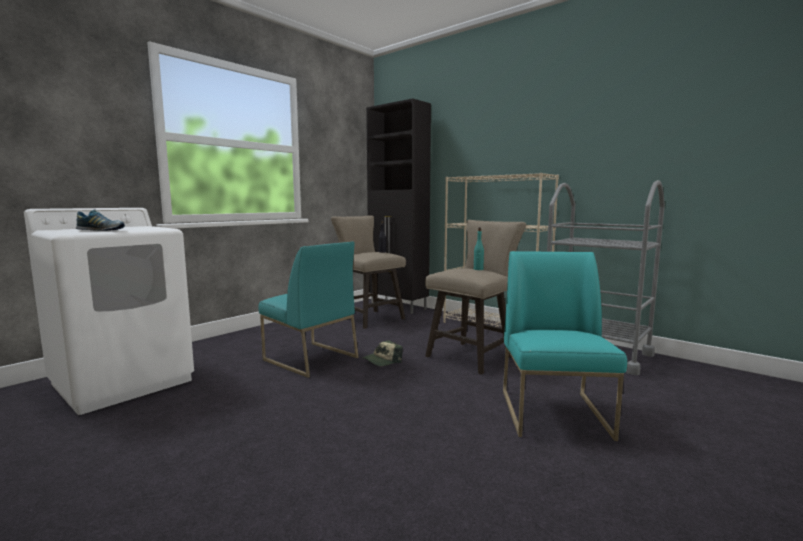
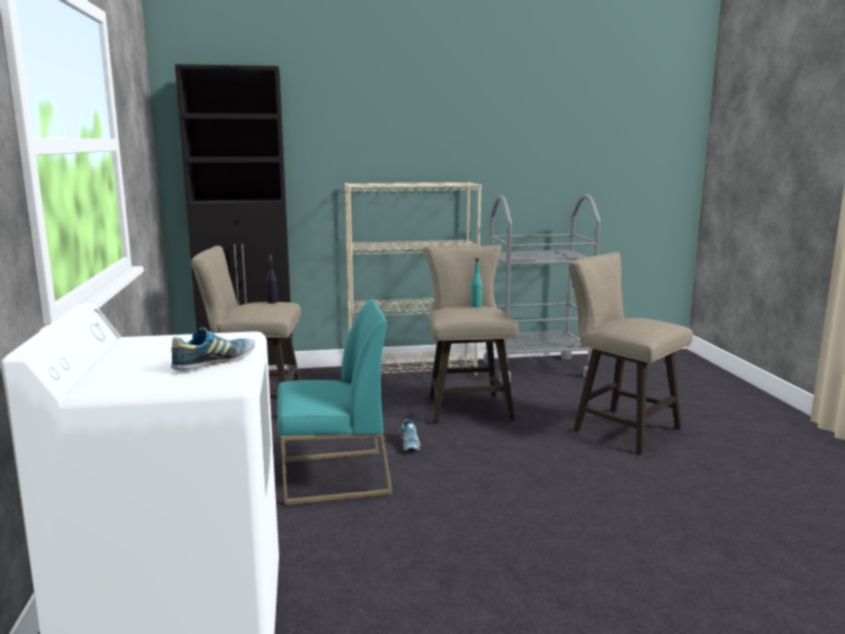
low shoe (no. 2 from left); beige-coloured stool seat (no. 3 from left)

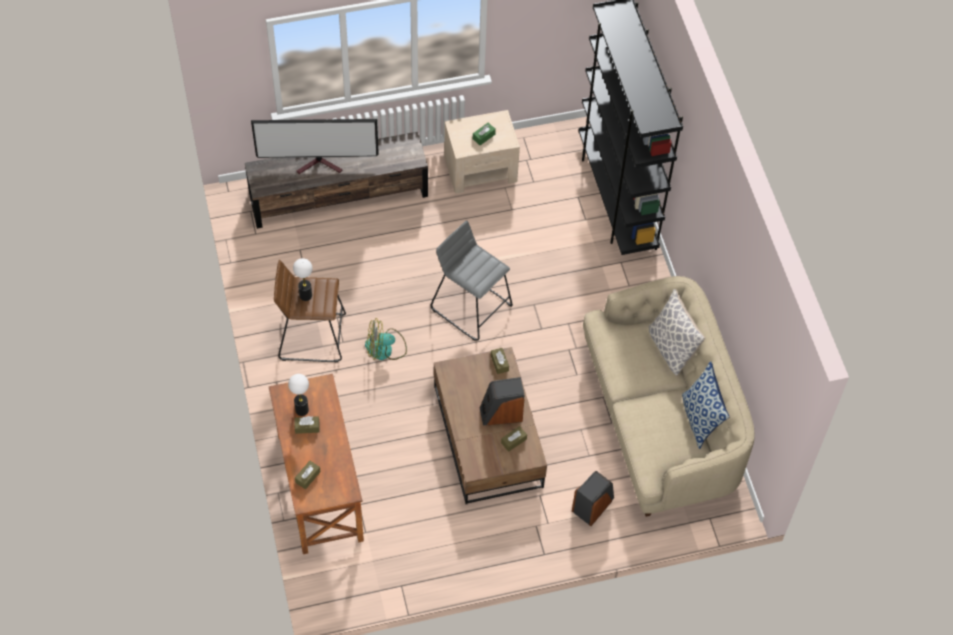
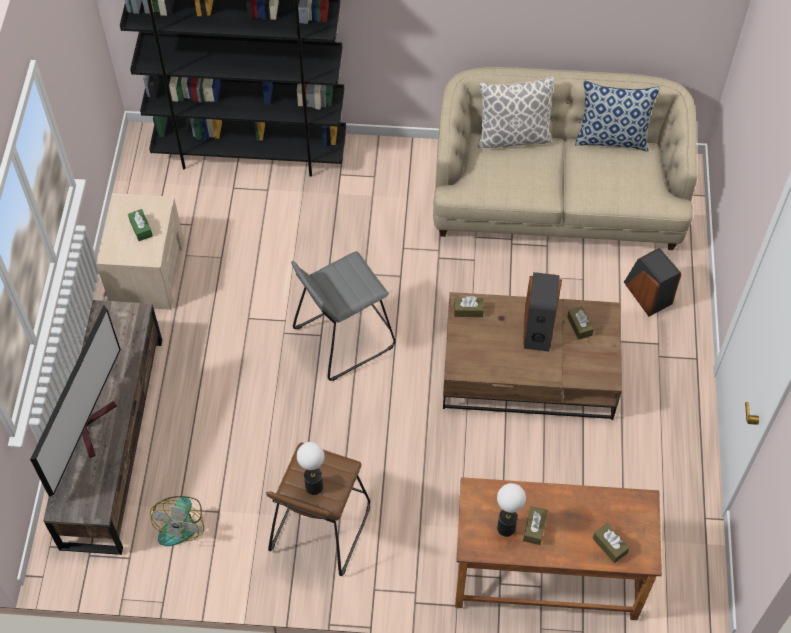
cooling fan

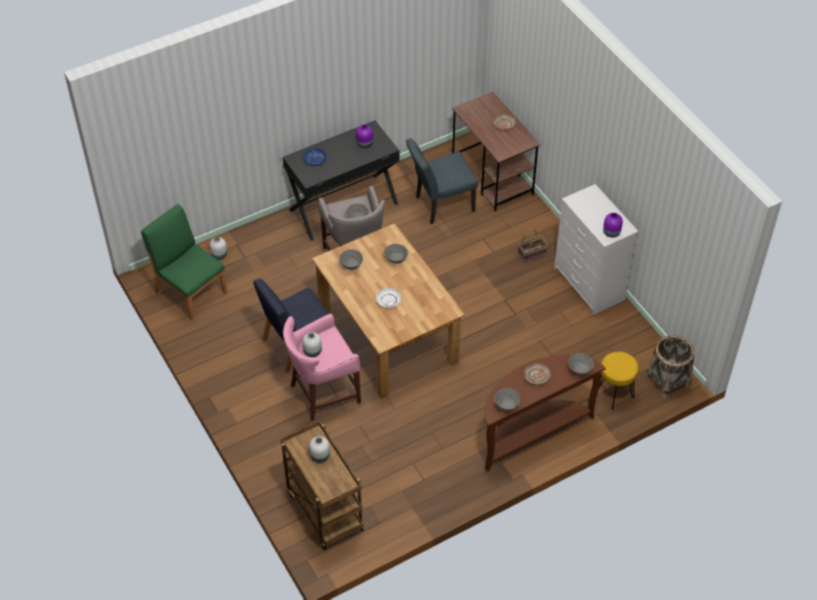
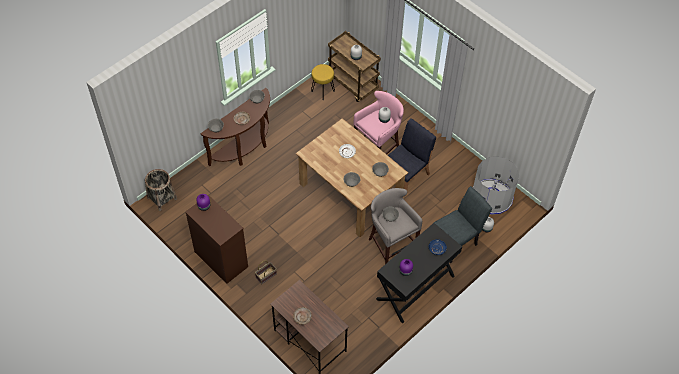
brown dresser; yellow stool seat; greyish plain chair; greyish rubbish bin

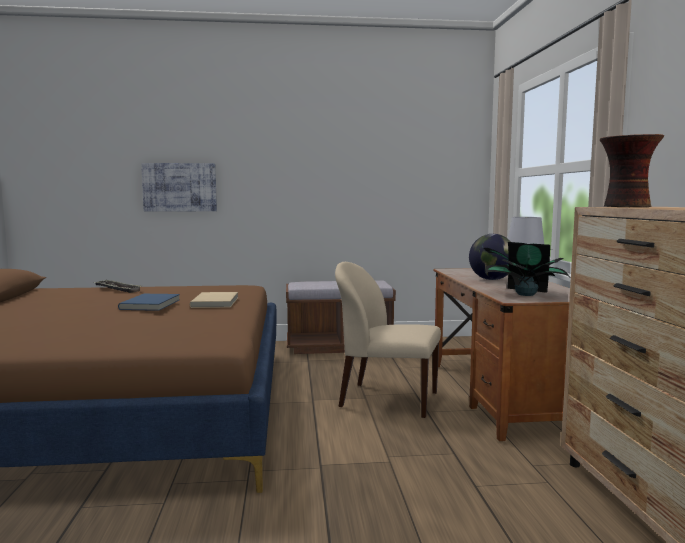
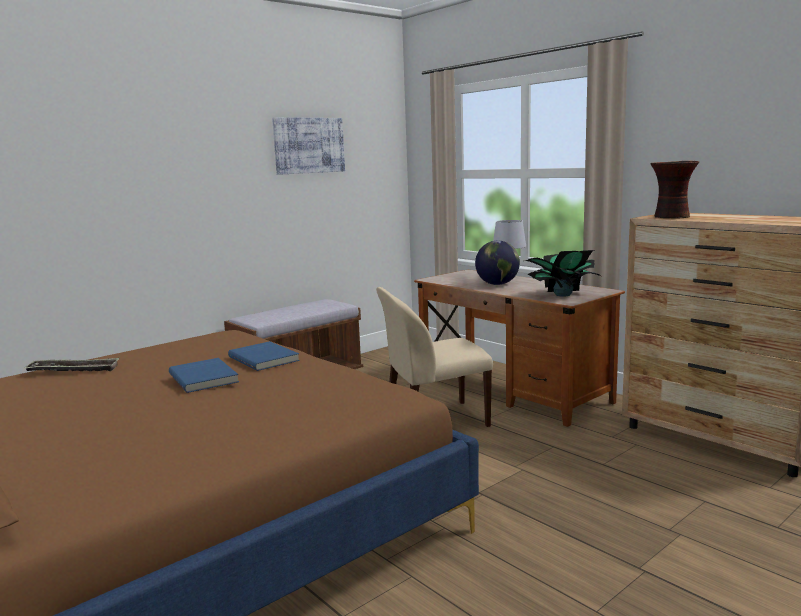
blue-coloured volume (no. 2 from left); picture

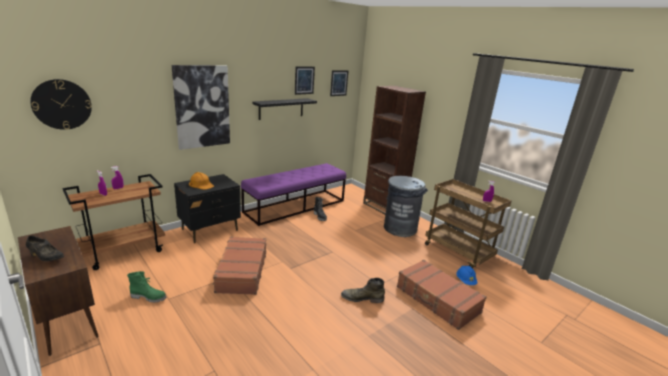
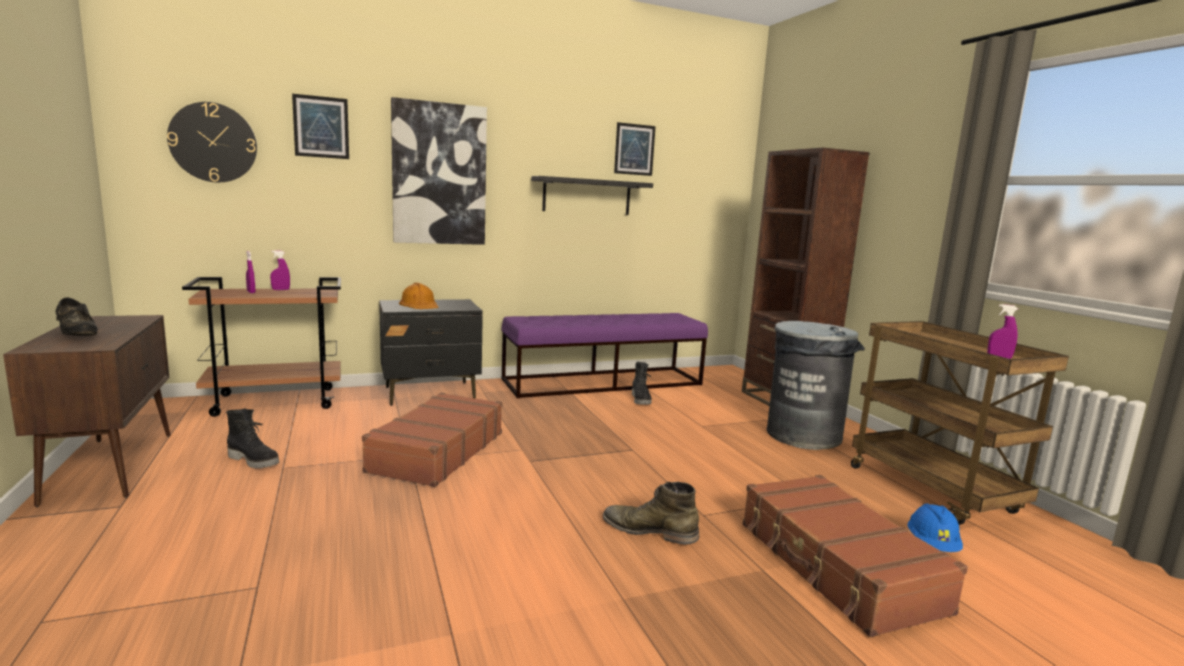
blackish high-top boot (no. 1 from left); picture (no. 1 from left)

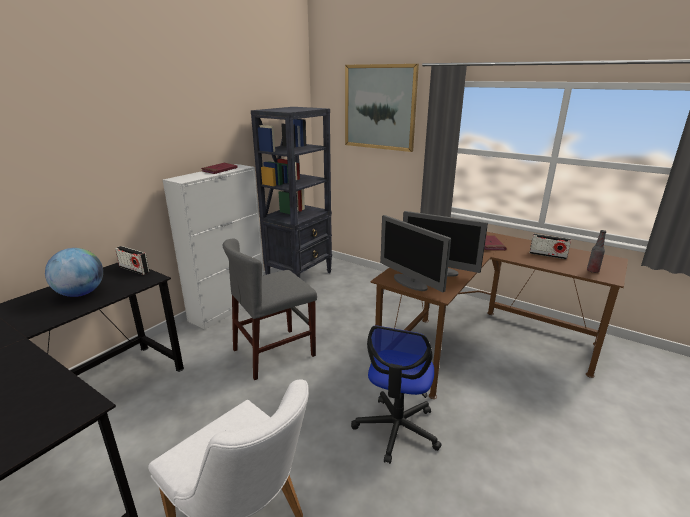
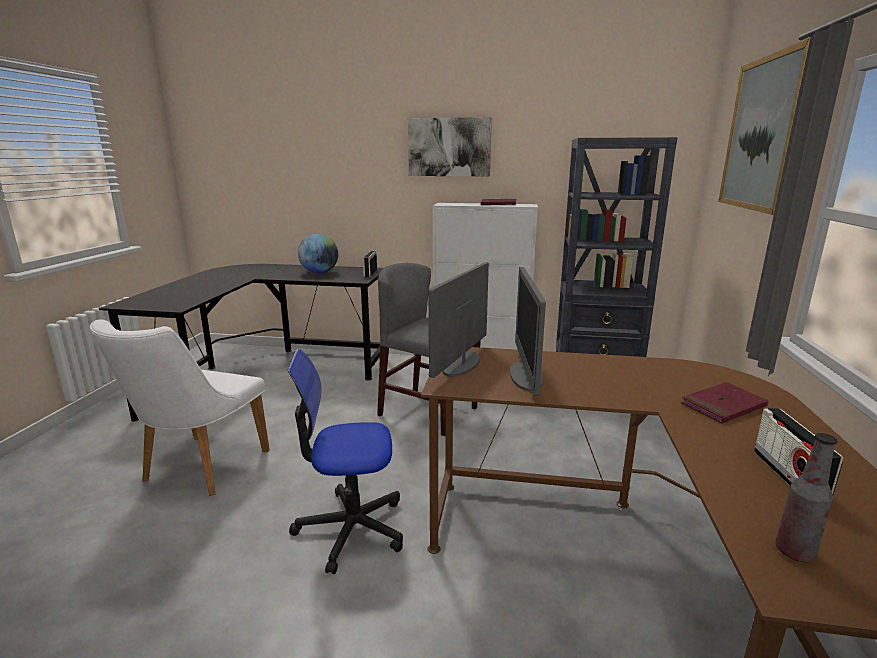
picture (no. 1 from left)

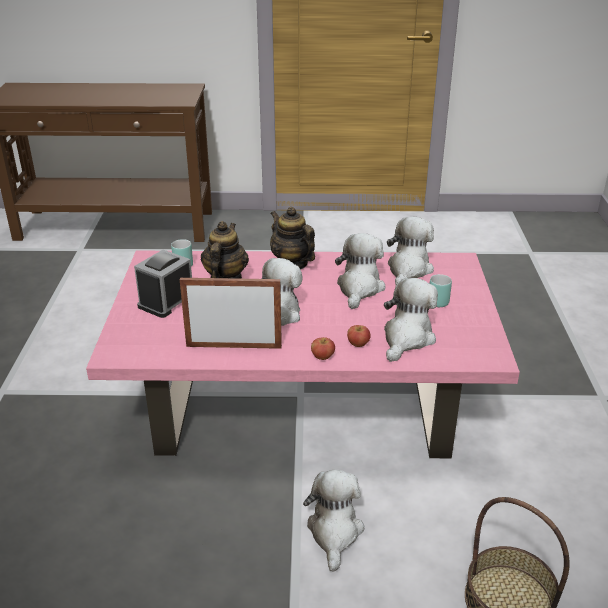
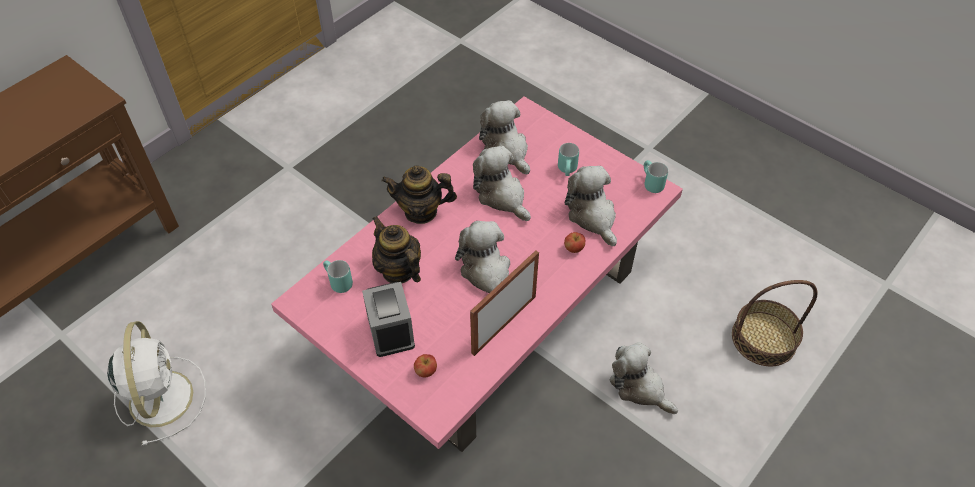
white cooling fan; apple (no. 1 from left); turquoise coffee mug (no. 3 from left)

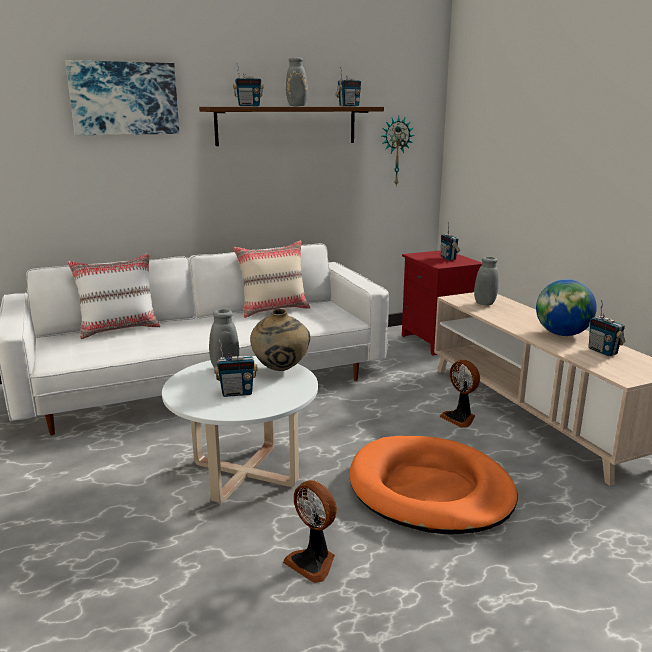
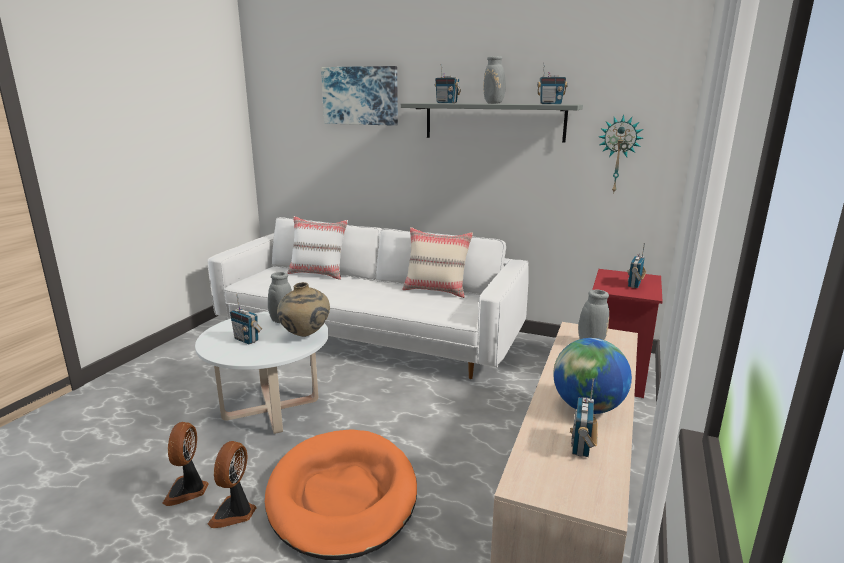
cooling fan (no. 2 from left); greyish bracket shelf

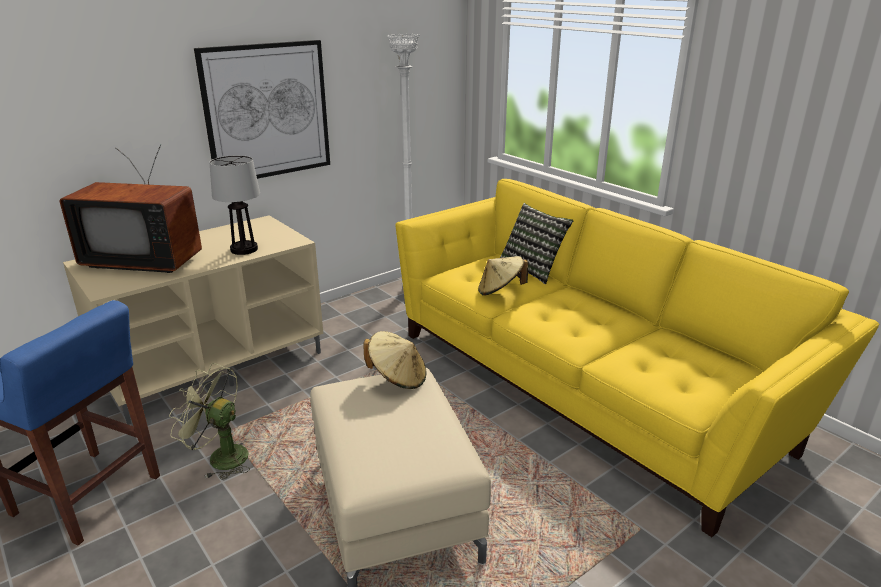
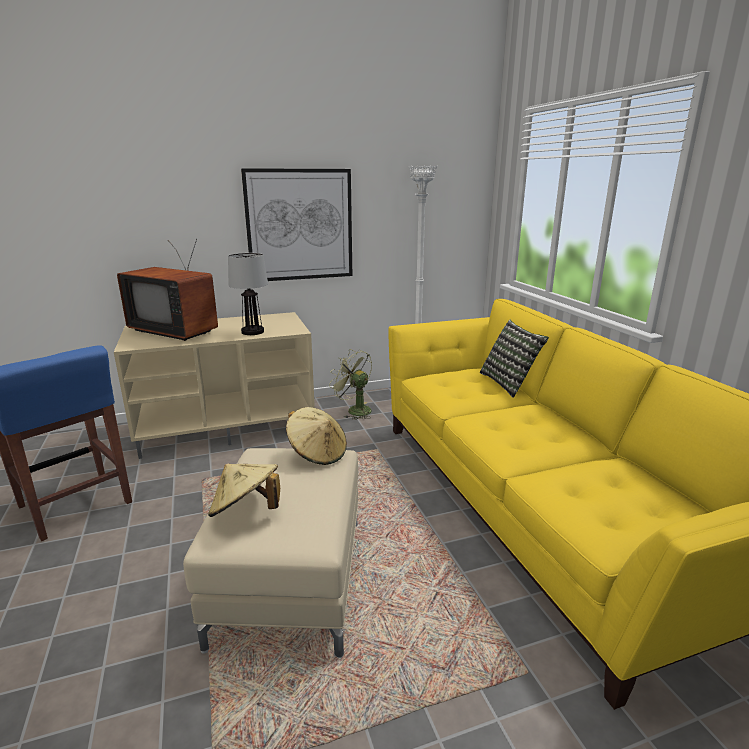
beige-coloured clothing hat (no. 1 from left); green-coloured cooling fan

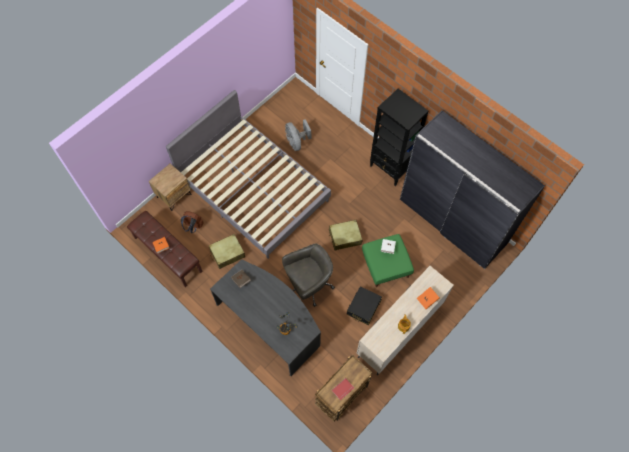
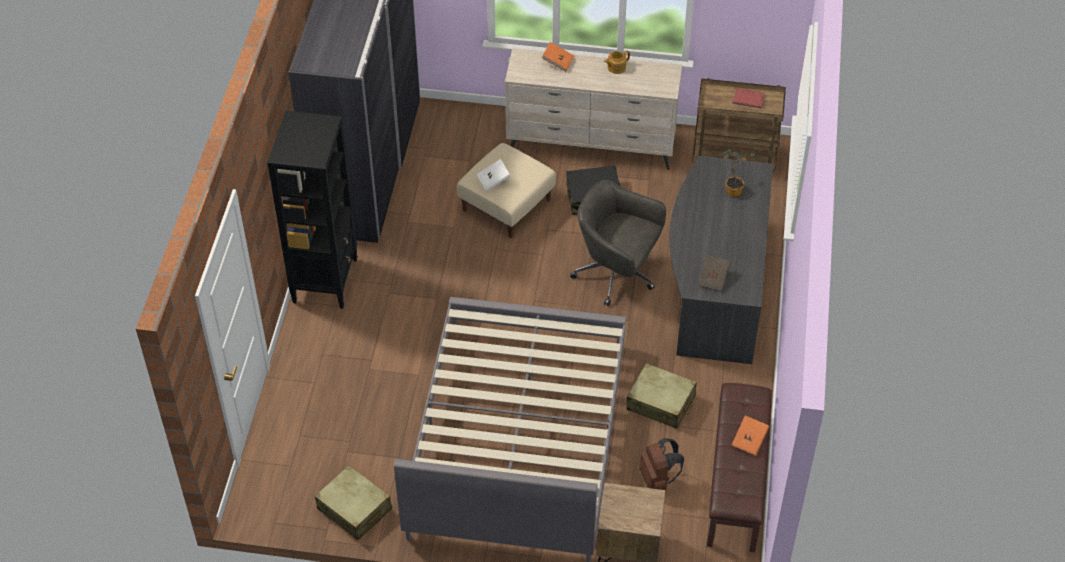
beige-coloured suitcase (no. 1 from left); beige-coloured pouffe; greyish cooling fan

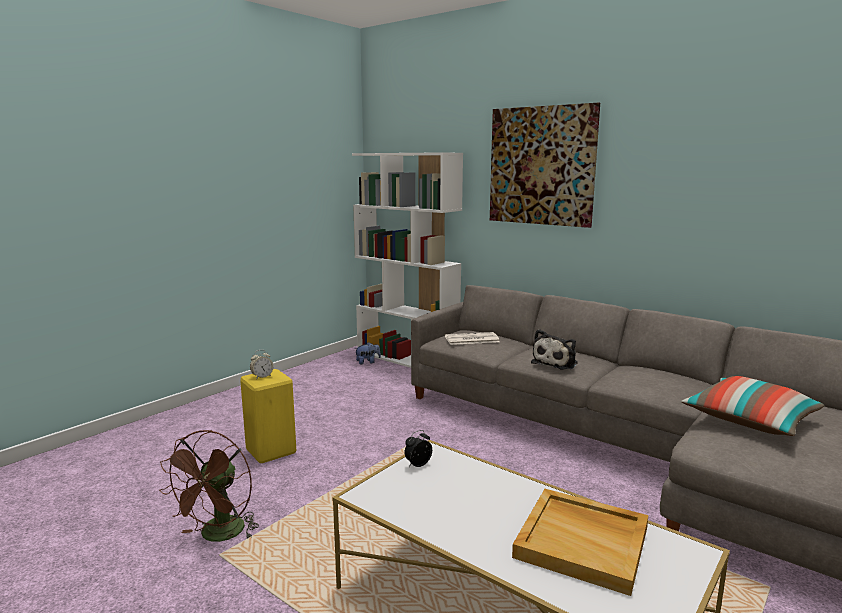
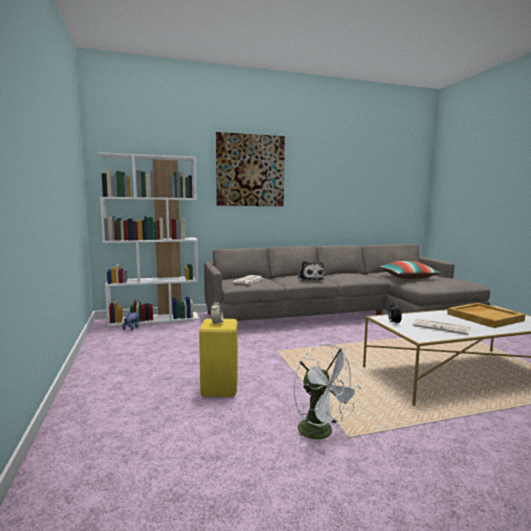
white cooling fan; printed paper (no. 2 from left)

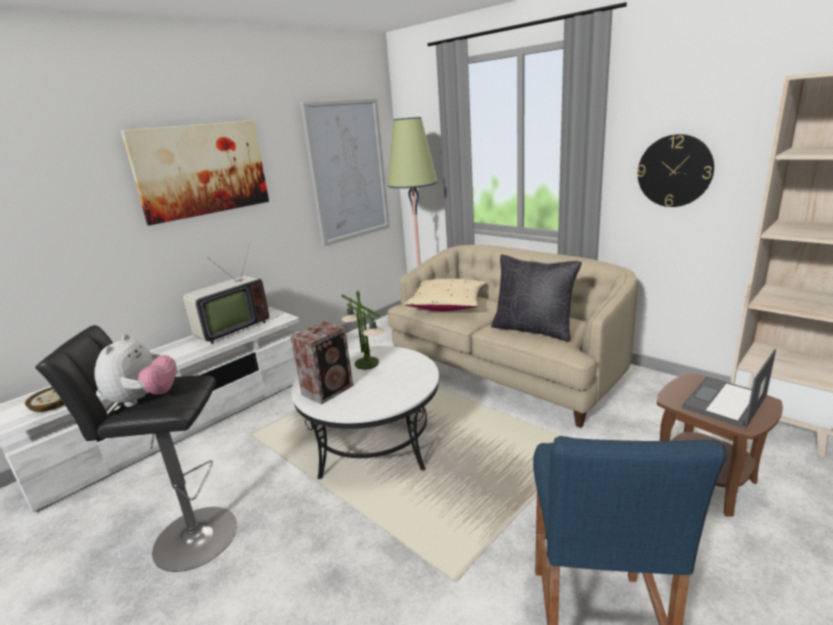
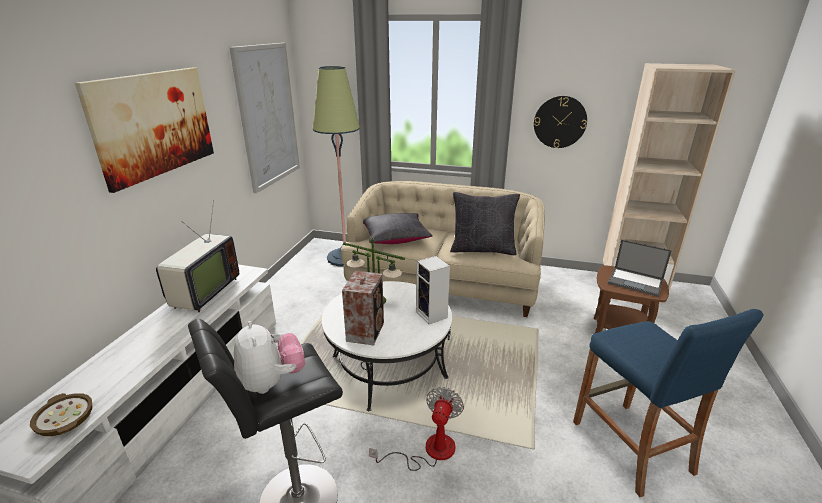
blackish pillow (no. 1 from left); cooling fan; speaker (no. 2 from left); portable computer

